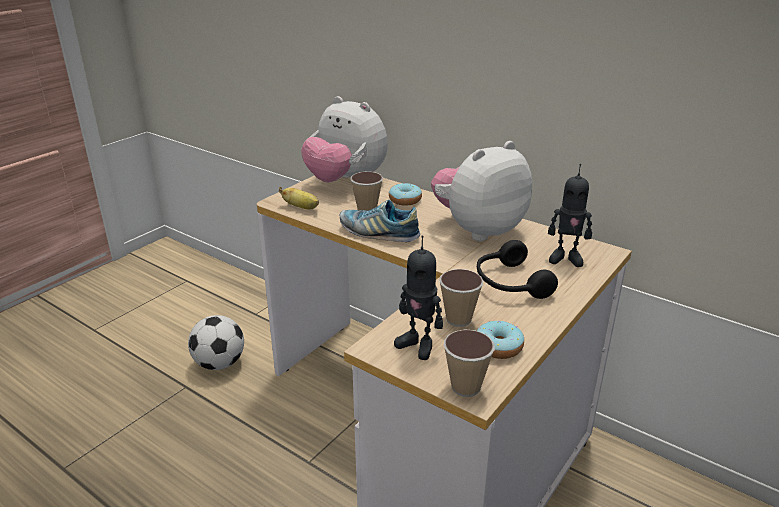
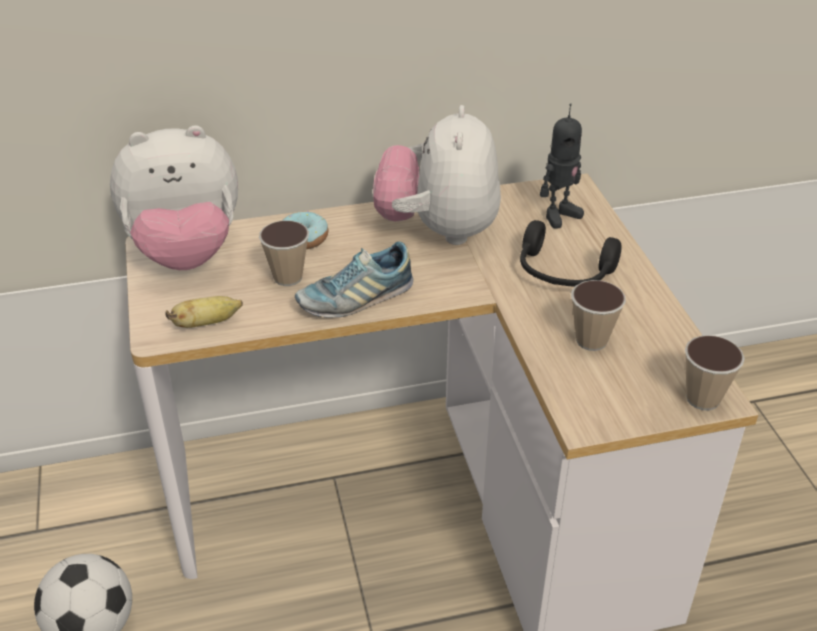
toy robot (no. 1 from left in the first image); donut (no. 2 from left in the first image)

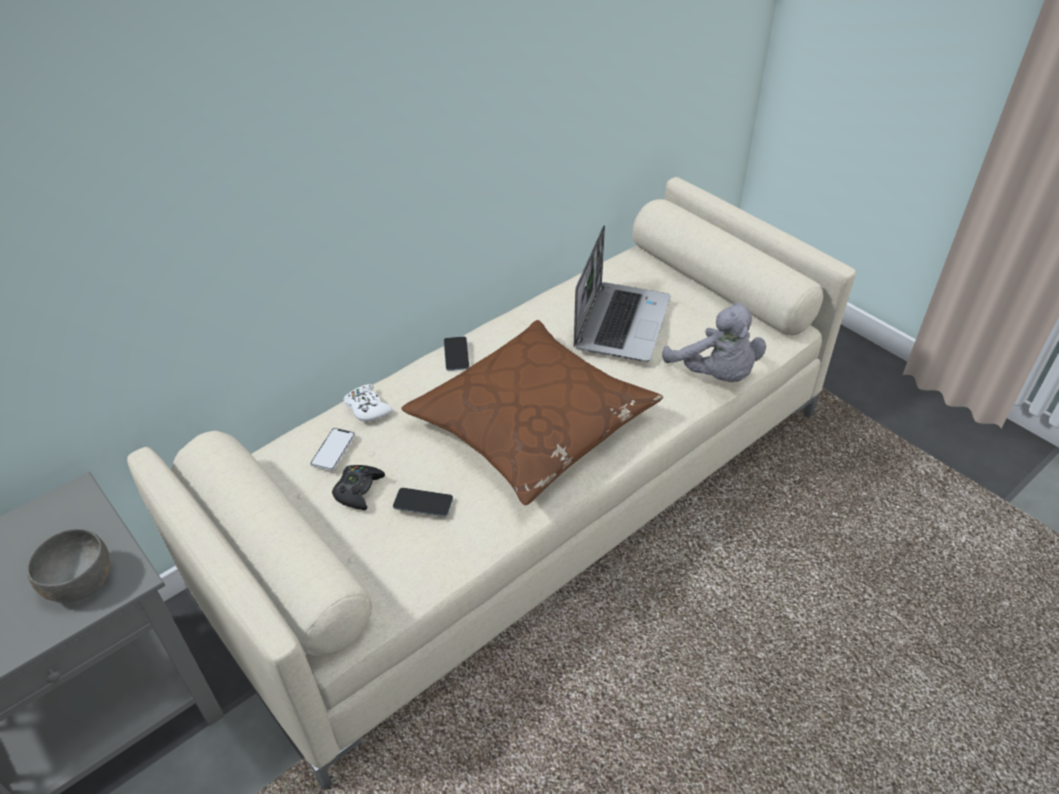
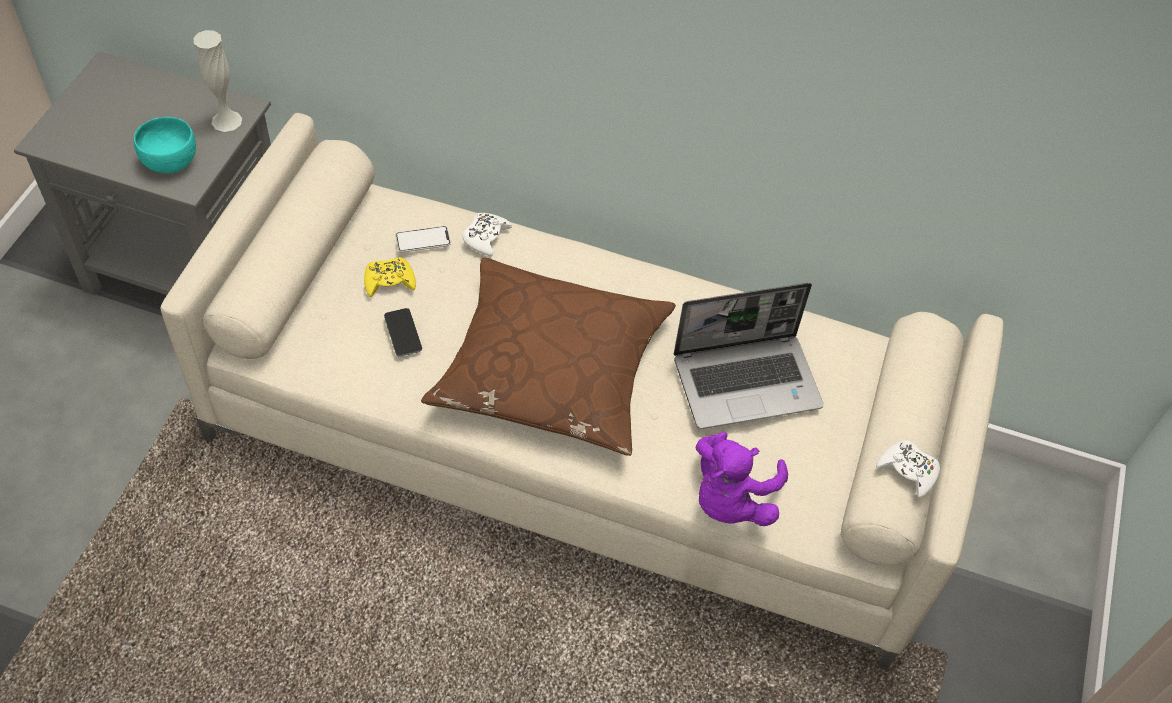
turquoise serving bowl; white flower vase; yellow game controller; purple-coloured cuddly toy; white game controller (no. 2 from left); handset (no. 3 from left in the first image)

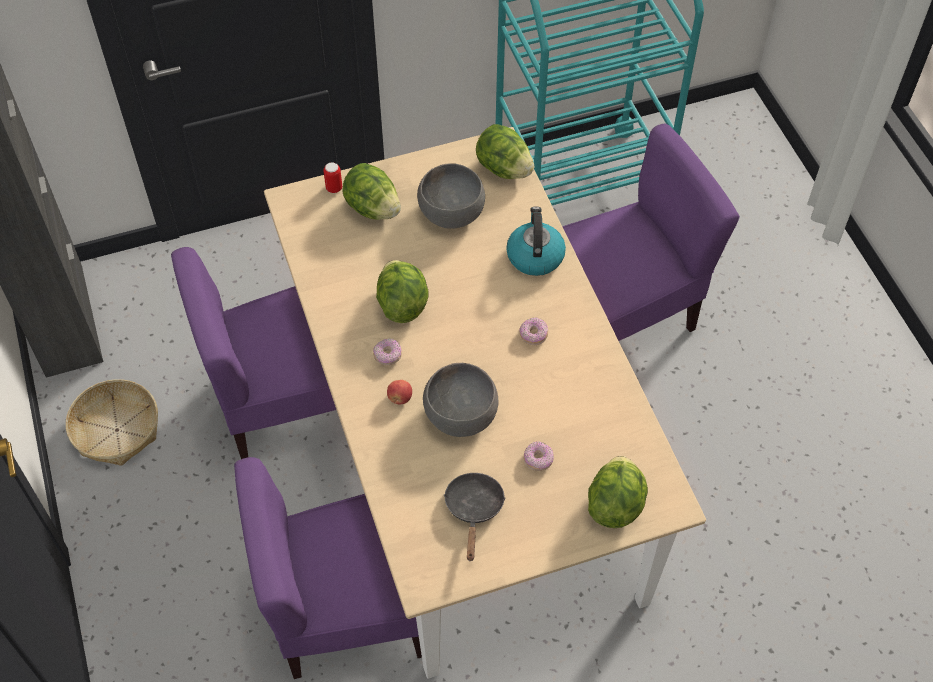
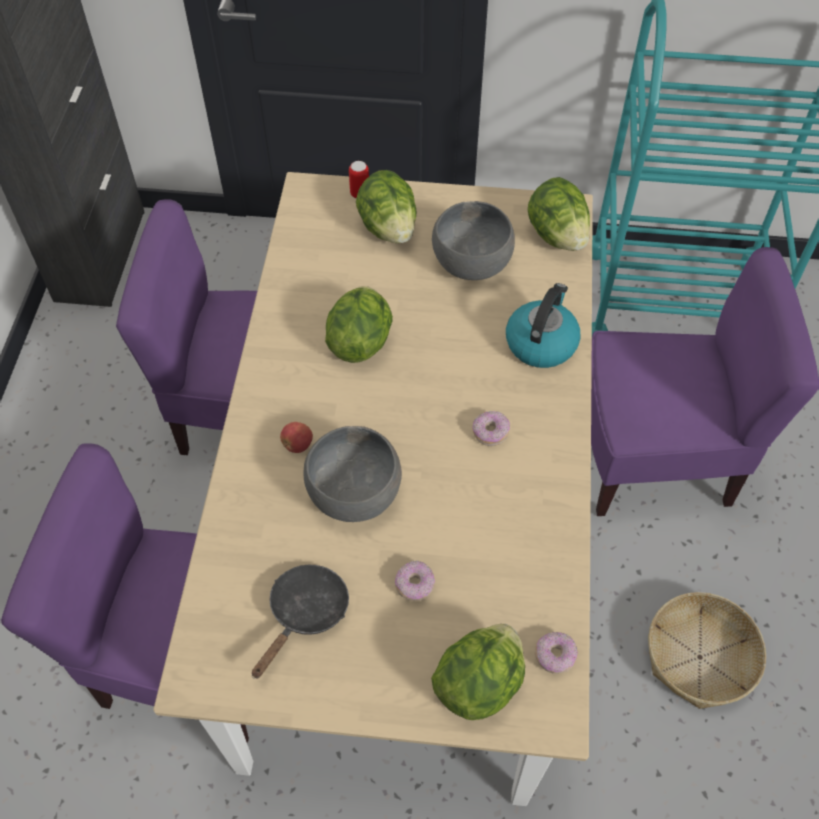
donut (no. 3 from left); basket

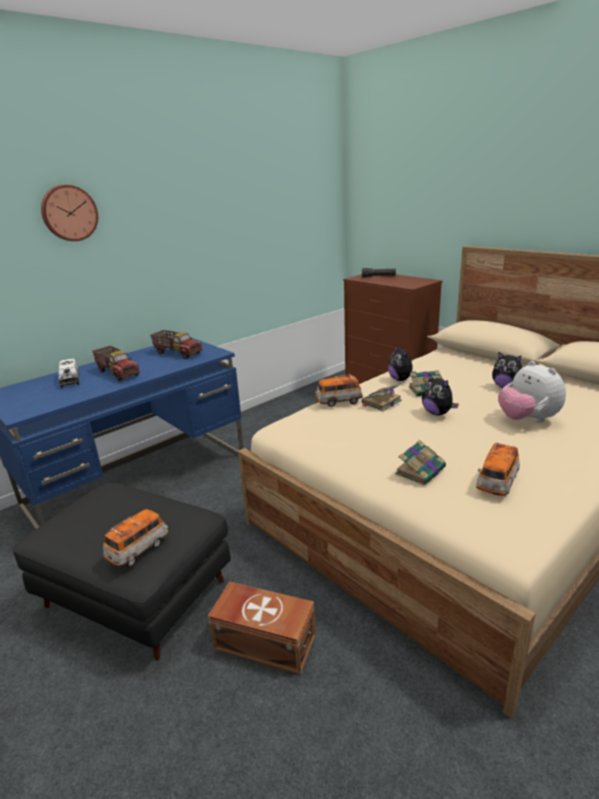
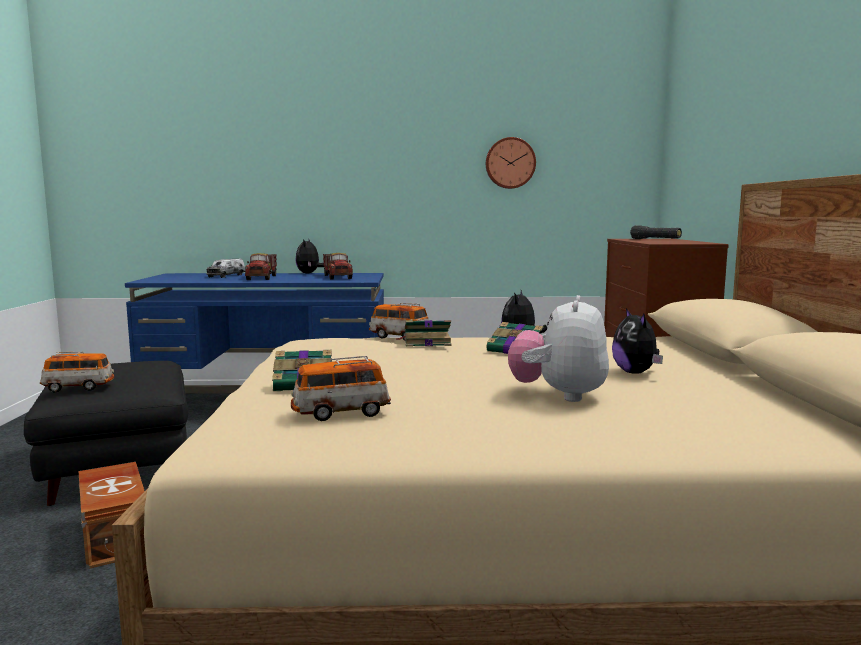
cuddly toy (no. 1 from left); wall clock

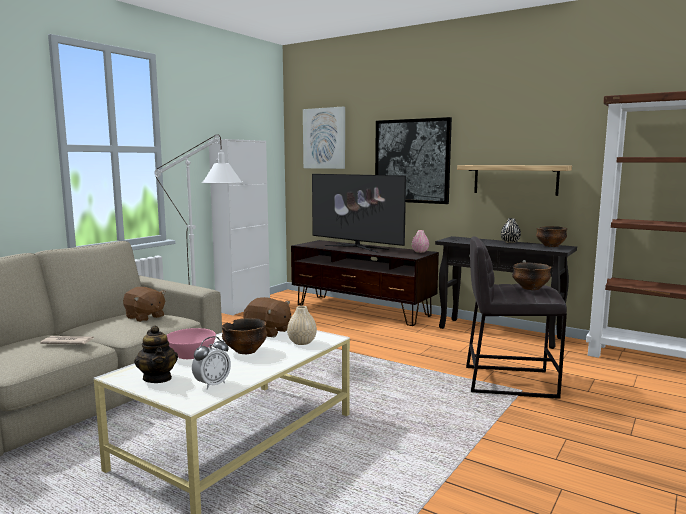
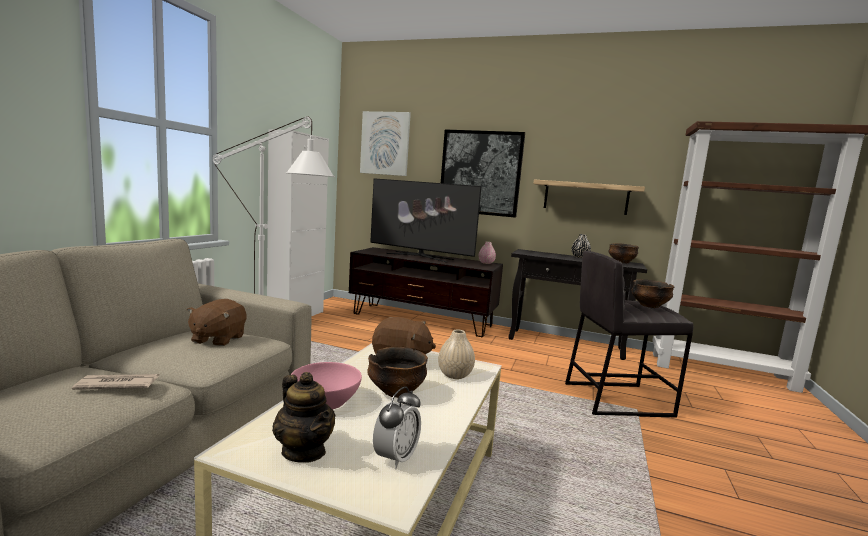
brown cuddly toy (no. 1 from left)

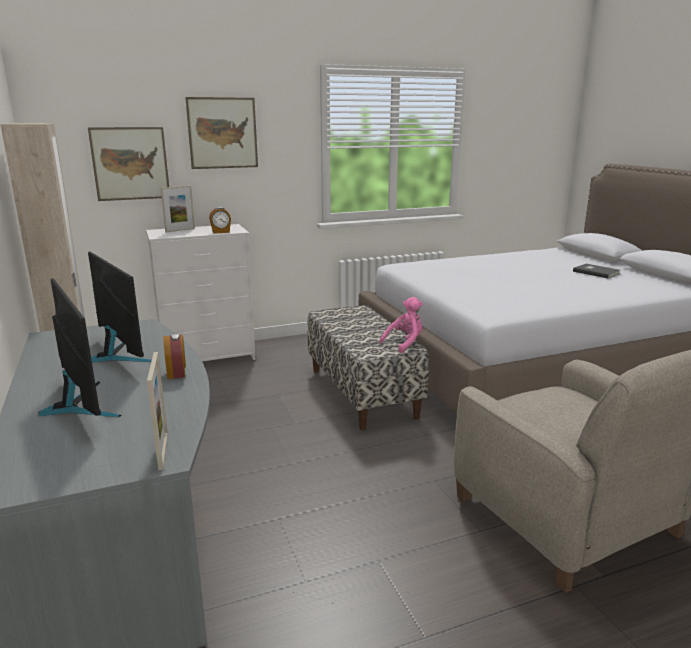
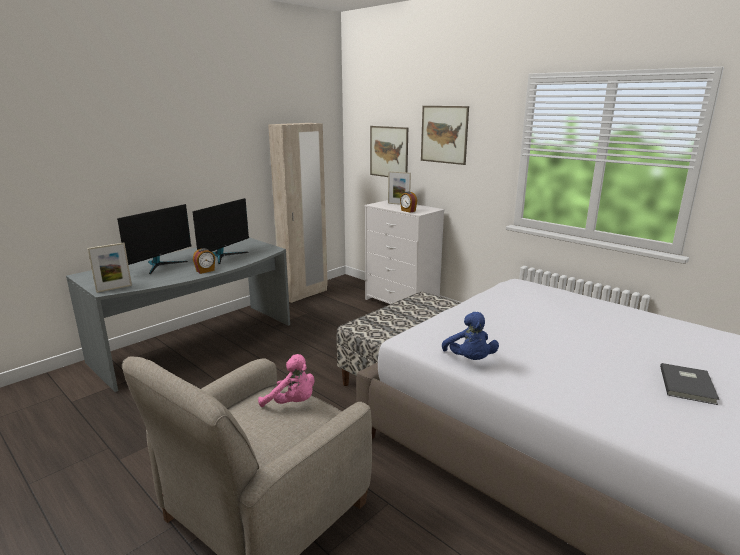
pink-coloured cuddly toy; blue-coloured cuddly toy

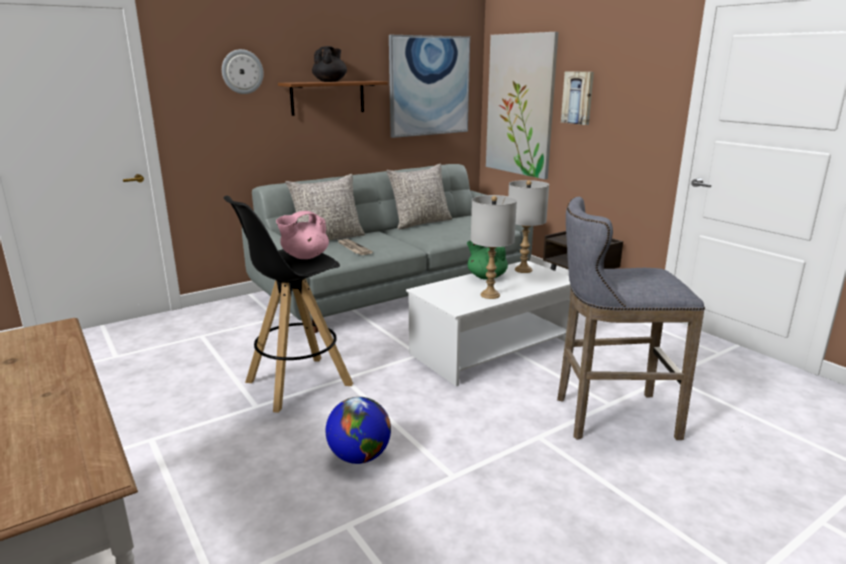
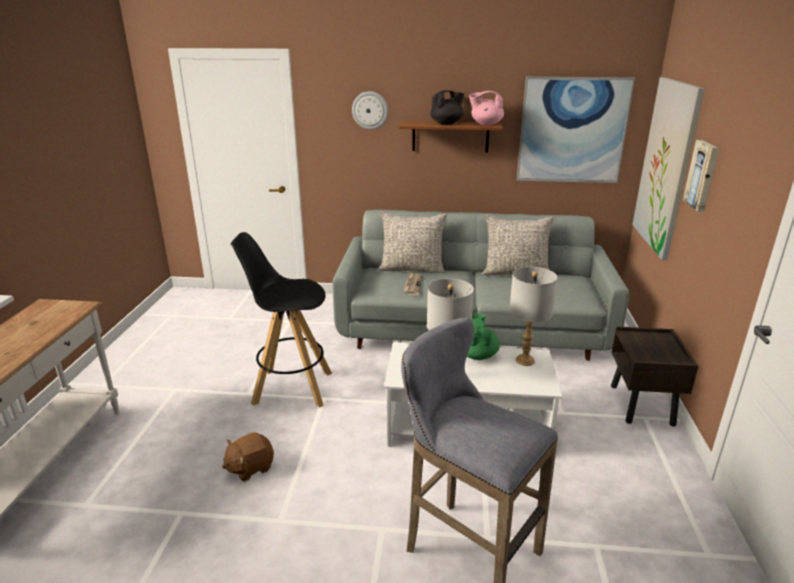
brown cuddly toy; pink-coloured teapot

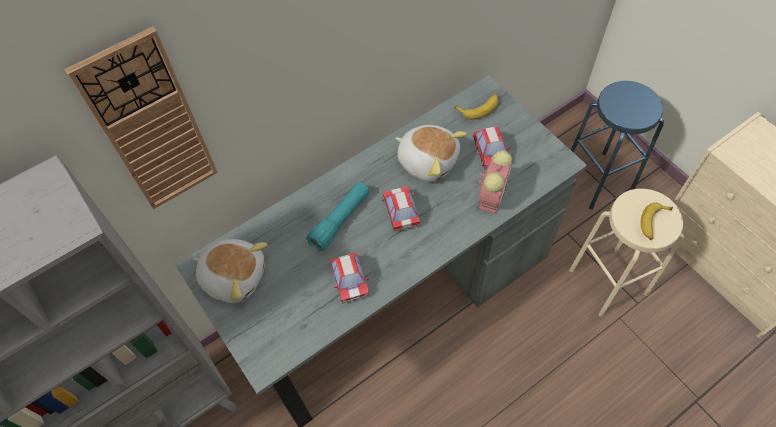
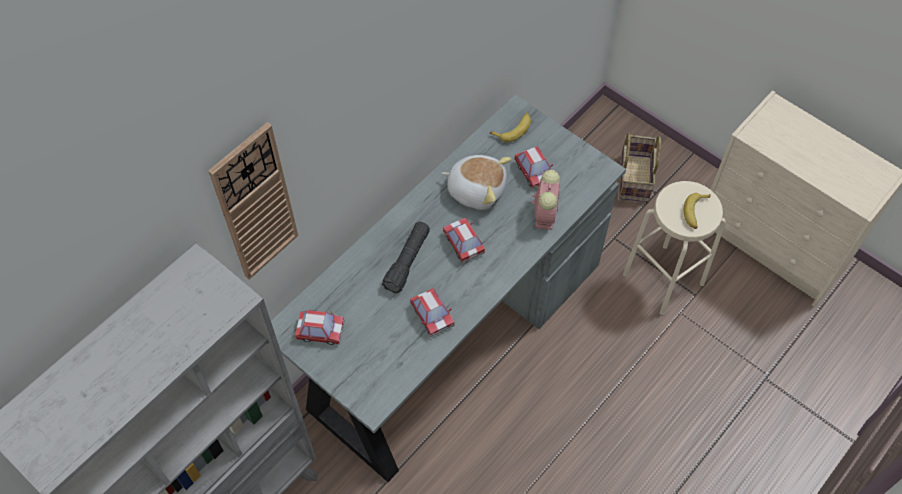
toy car (no. 1 from left); blackish hand torch; basket

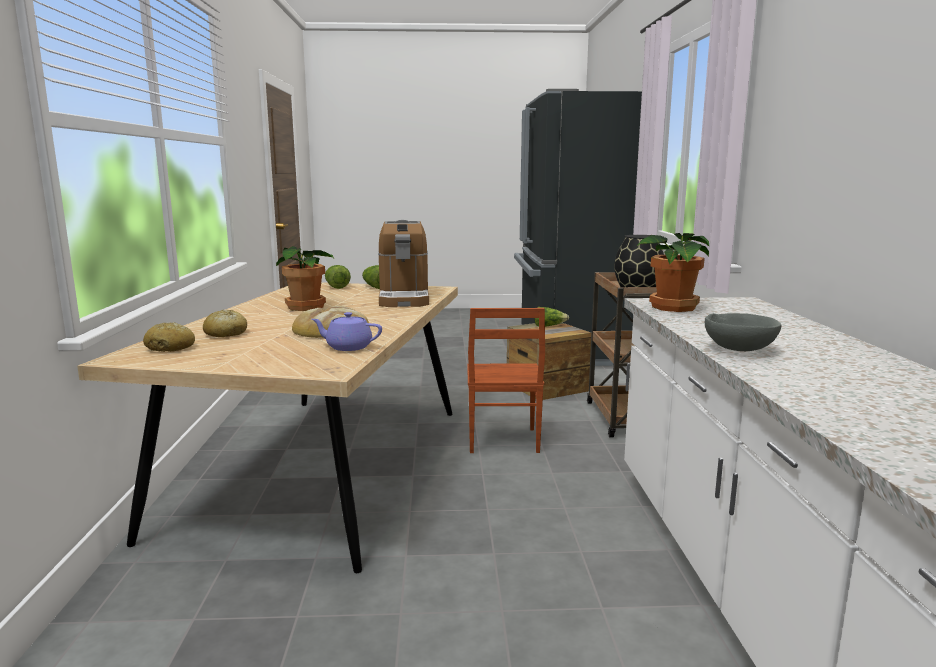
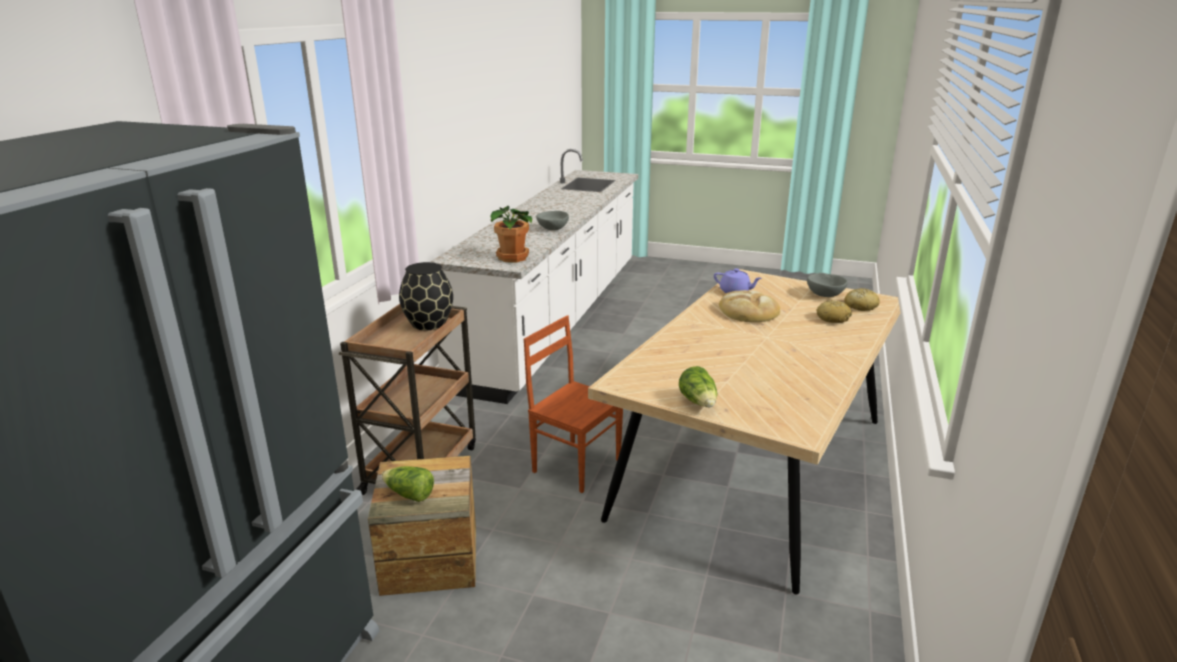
brown plain chair; greyish serving bowl (no. 2 from left); plant in a pot (no. 1 from left in the first image); lettuce head (no. 1 from left in the first image); coffee brewer

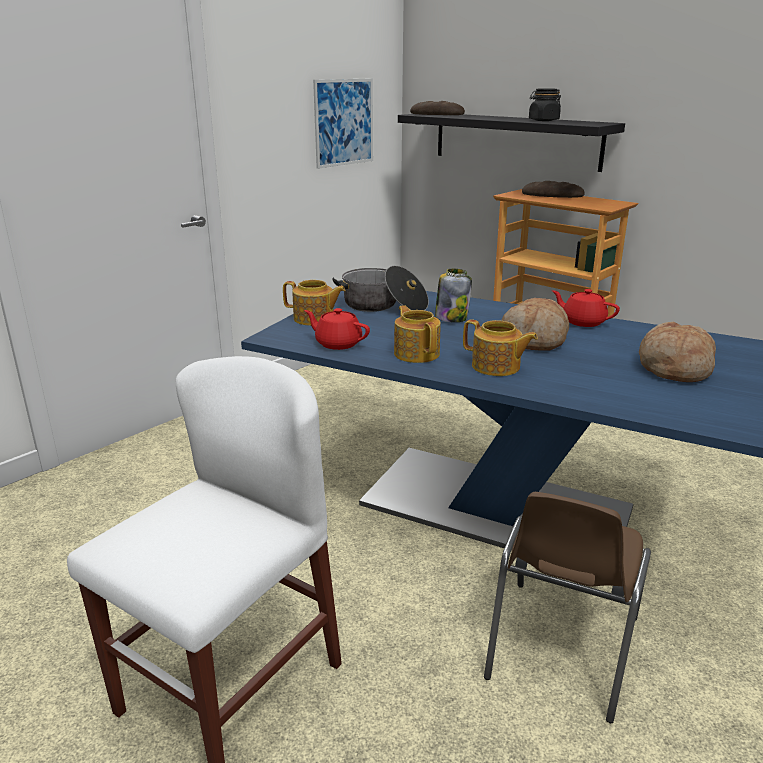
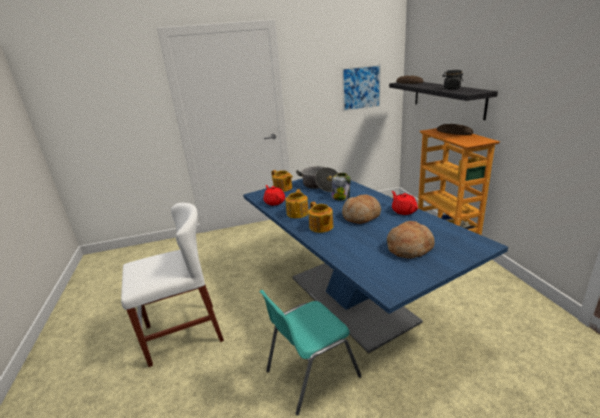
turquoise plain chair

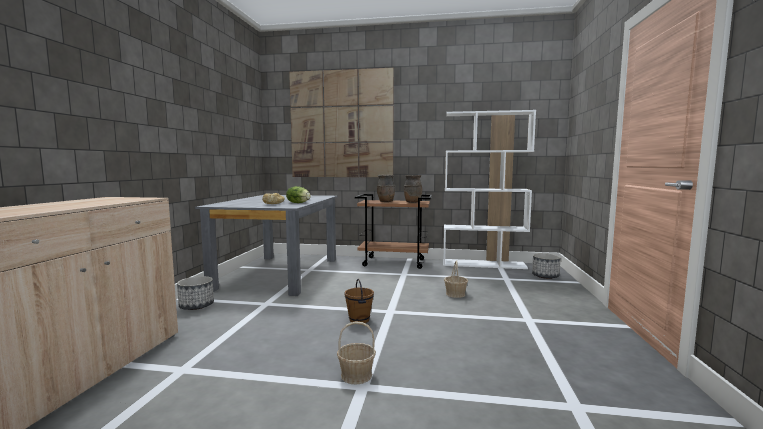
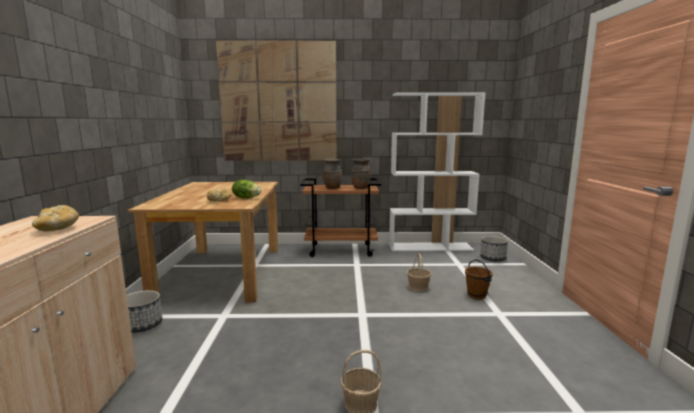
baked bread (no. 1 from left); brown dinner table; brown pail

